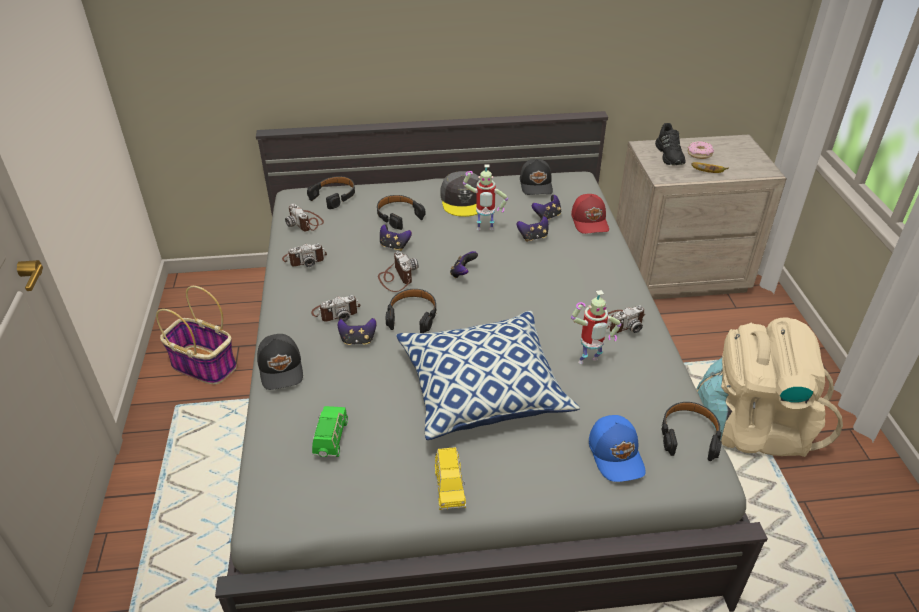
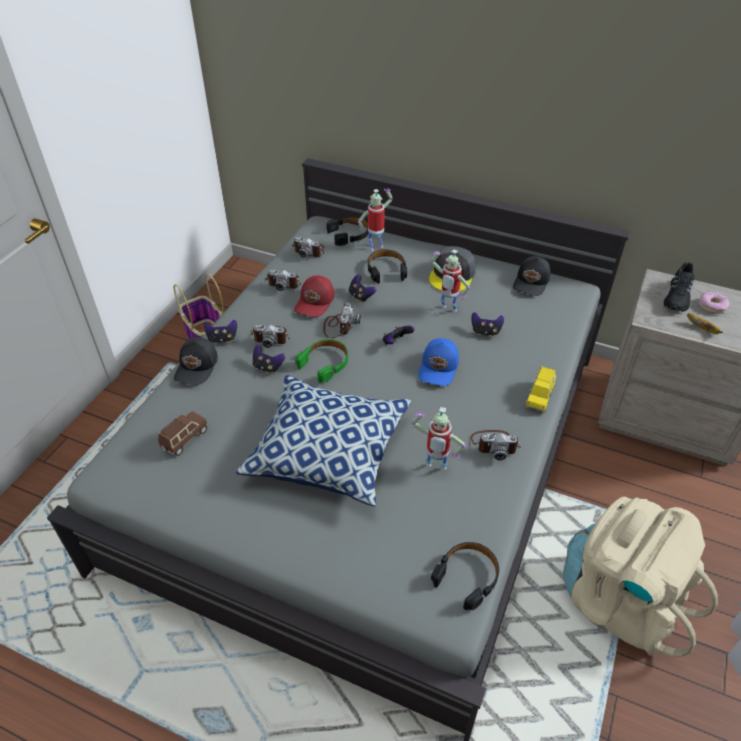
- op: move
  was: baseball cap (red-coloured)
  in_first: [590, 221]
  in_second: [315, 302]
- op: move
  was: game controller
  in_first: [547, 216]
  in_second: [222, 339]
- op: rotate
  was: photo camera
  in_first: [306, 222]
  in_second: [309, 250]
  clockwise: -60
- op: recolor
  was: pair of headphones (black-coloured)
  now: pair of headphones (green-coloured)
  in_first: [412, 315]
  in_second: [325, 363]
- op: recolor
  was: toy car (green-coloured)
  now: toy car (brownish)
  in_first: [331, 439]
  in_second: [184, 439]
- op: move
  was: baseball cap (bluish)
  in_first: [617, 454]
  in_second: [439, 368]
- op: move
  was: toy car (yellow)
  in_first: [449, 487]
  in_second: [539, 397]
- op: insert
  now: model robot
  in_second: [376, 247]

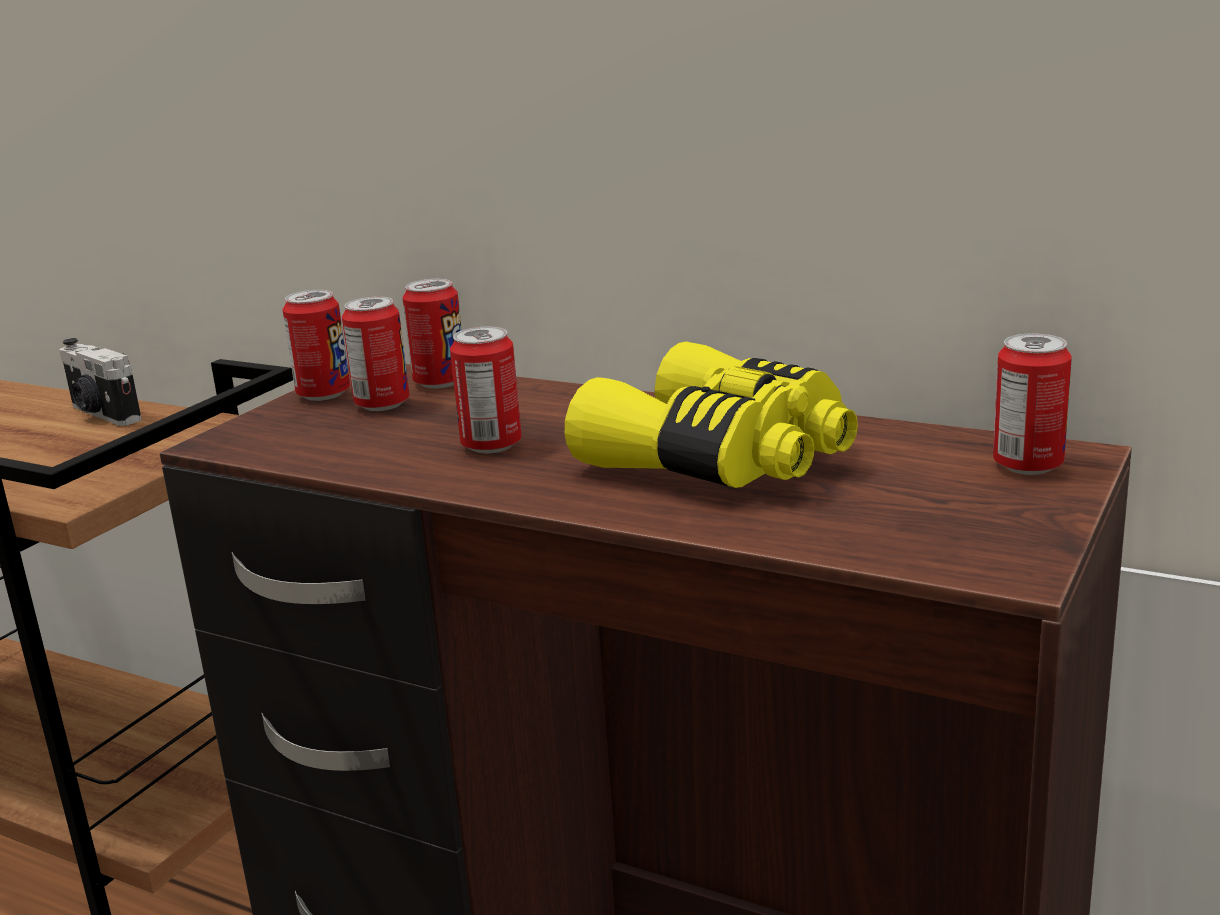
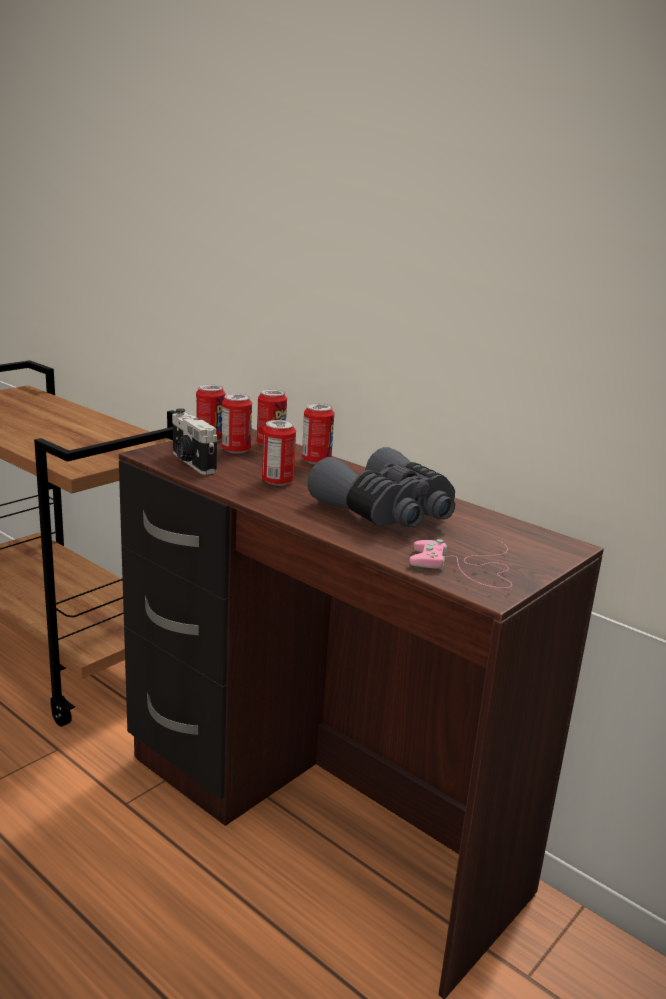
- op: move
  was: sealed can
  in_first: [1028, 465]
  in_second: [316, 461]
- op: move
  was: photo camera
  in_first: [103, 414]
  in_second: [191, 463]
- op: recolor
  was: binoculars (yellow)
  now: binoculars (greyish)
  in_first: [724, 461]
  in_second: [387, 512]
- op: insert
  now: game controller (pink)
  in_second: [467, 568]

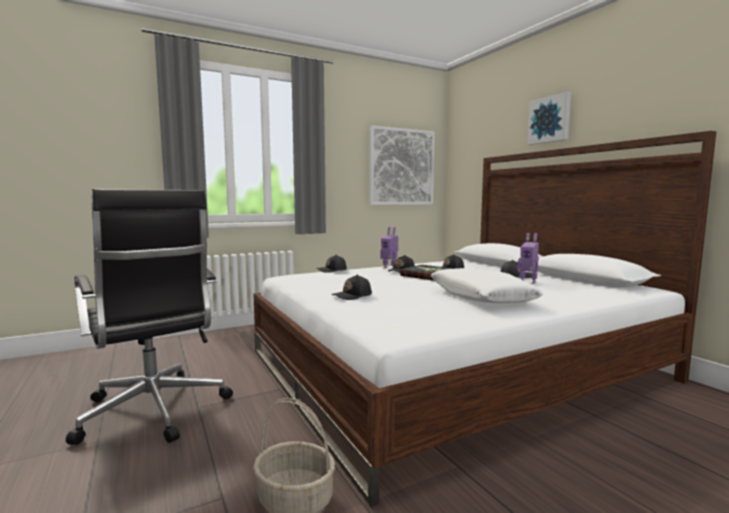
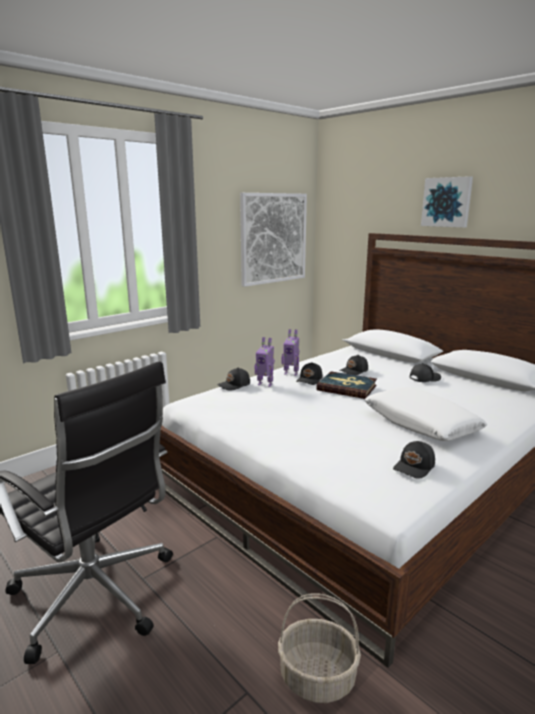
- op: move
  was: model robot
  in_first: [528, 282]
  in_second: [265, 384]
- op: move
  was: baseball cap (black-coloured)
  in_first: [352, 296]
  in_second: [415, 467]

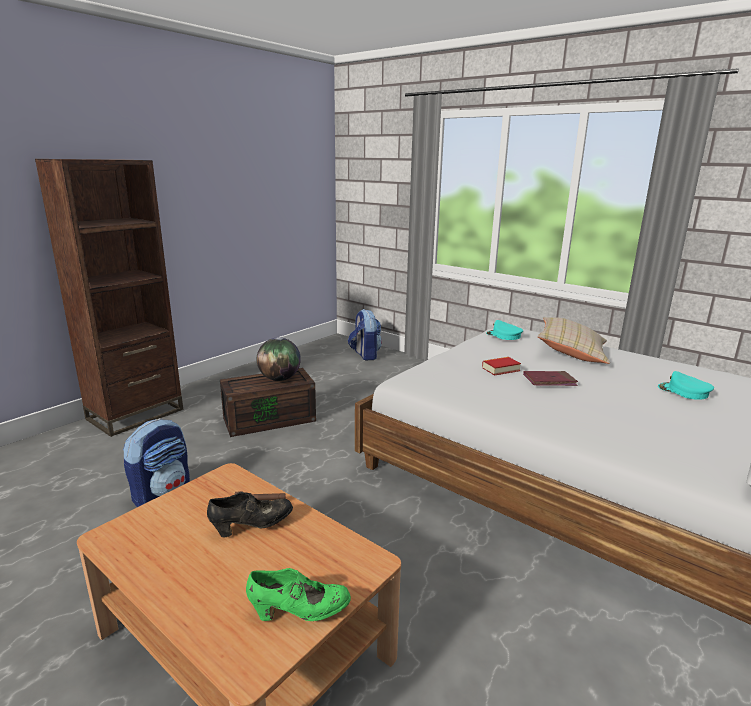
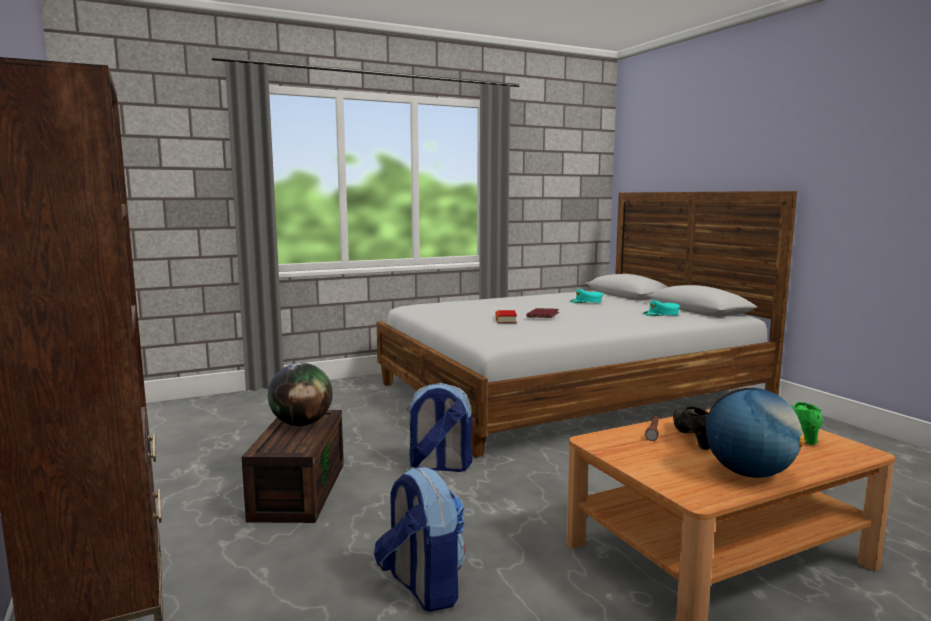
- op: move
  was: rucksack
  in_first: [365, 355]
  in_second: [439, 466]
- op: delete
  was: throw pillow (sand-coloured)
  in_first: [571, 353]
- op: move
  was: baseball cap (turquoise-coloured)
  in_first: [503, 335]
  in_second: [661, 314]
- op: insert
  now: world globe
  in_second: [749, 473]

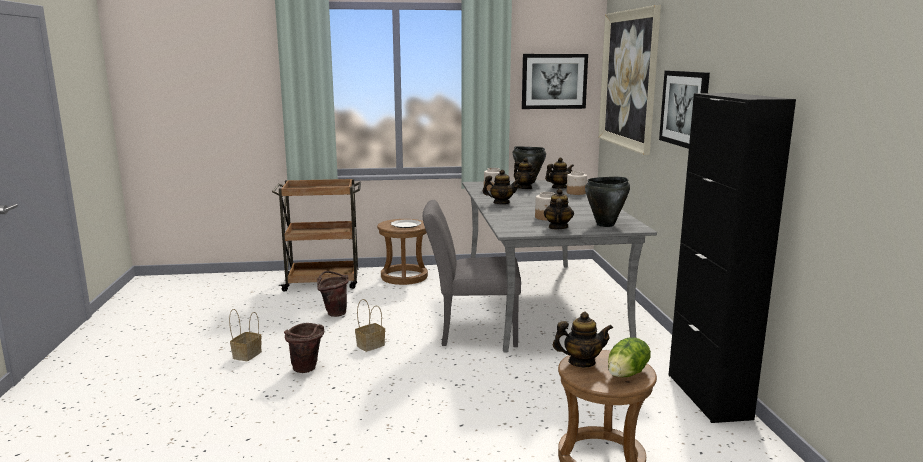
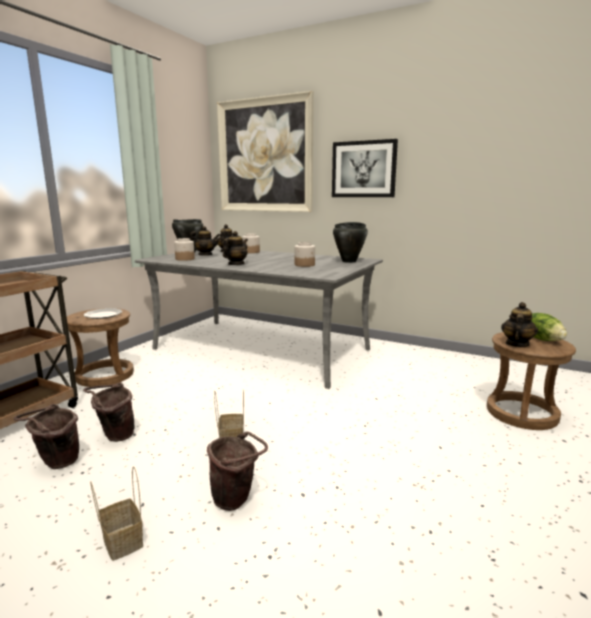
- op: delete
  was: wall picture
  in_first: [554, 81]
- op: delete
  was: cabinet (black-coloured)
  in_first: [708, 396]
- op: delete
  was: pot for tea
  in_first: [557, 227]
- op: delete
  was: upright chair (greyish)
  in_first: [471, 333]
- op: insert
  now: water bucket (brownish)
  in_second: [56, 464]

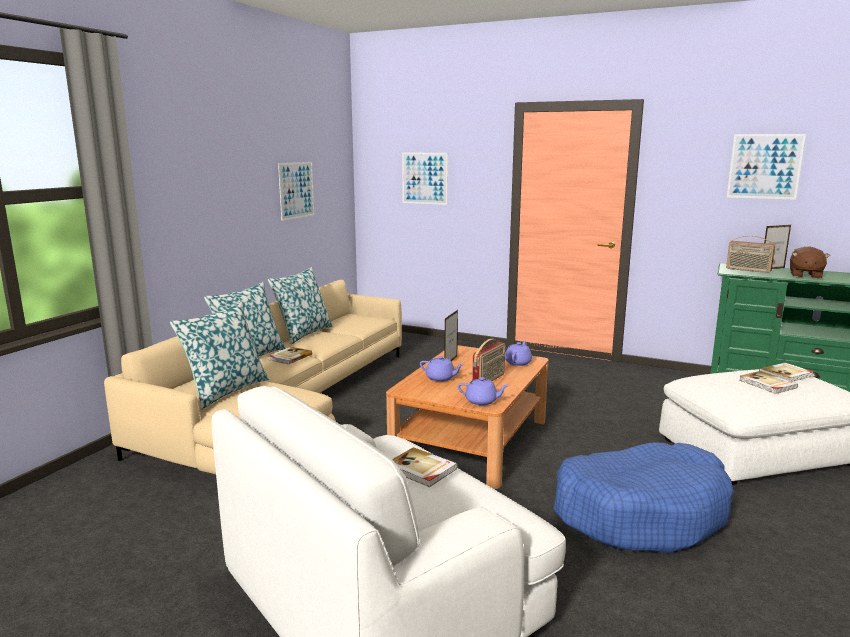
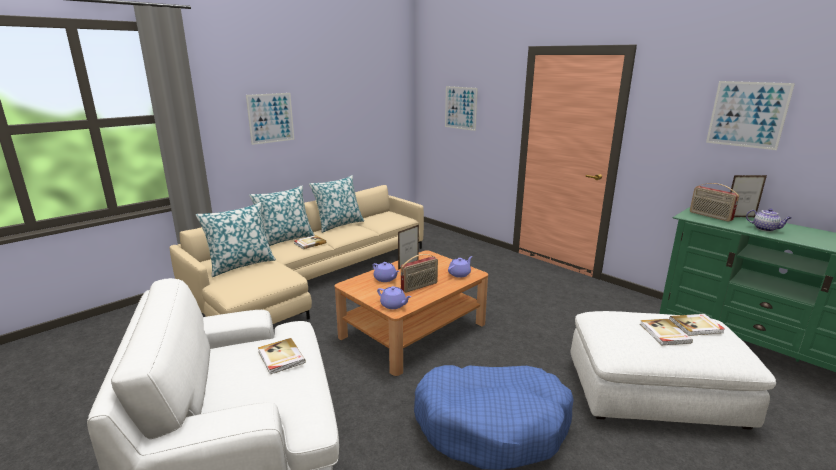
- op: move
  was: wall picture
  in_first: [296, 190]
  in_second: [271, 118]
- op: replace
  was: cuddly toy (brownish)
  now: pot for tea
  in_first: [805, 275]
  in_second: [765, 229]

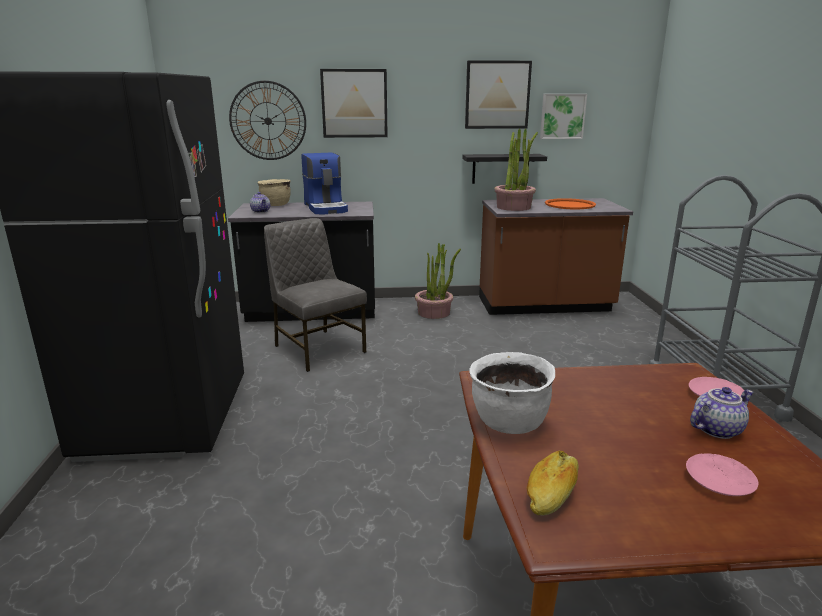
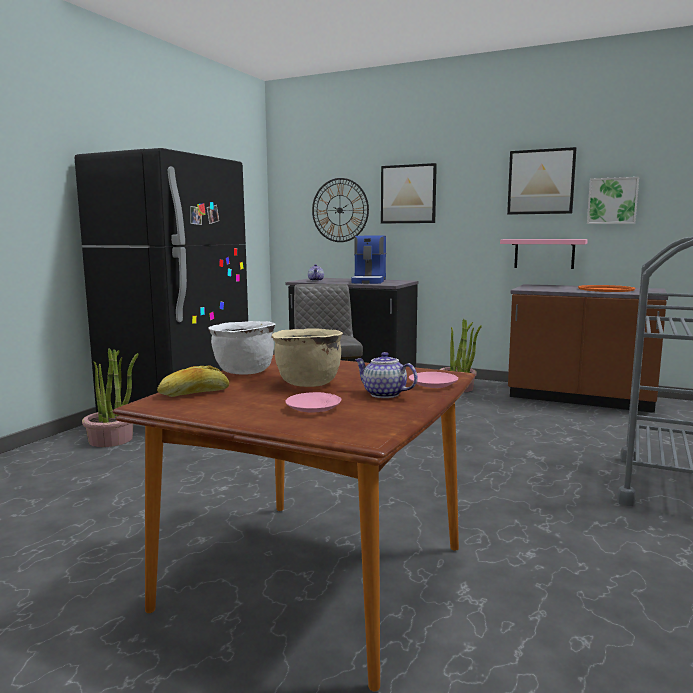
- op: move
  was: plant in a pot
  in_first: [514, 207]
  in_second: [111, 439]
- op: recolor
  was: bracket shelf (black-coloured)
  now: bracket shelf (pink)
  in_first: [500, 168]
  in_second: [544, 253]
- op: move
  was: stockpot (sand-coloured)
  in_first: [275, 205]
  in_second: [307, 383]
- op: rotate
  was: pot for tea
  in_first: [716, 429]
  in_second: [383, 394]
  clockwise: -150

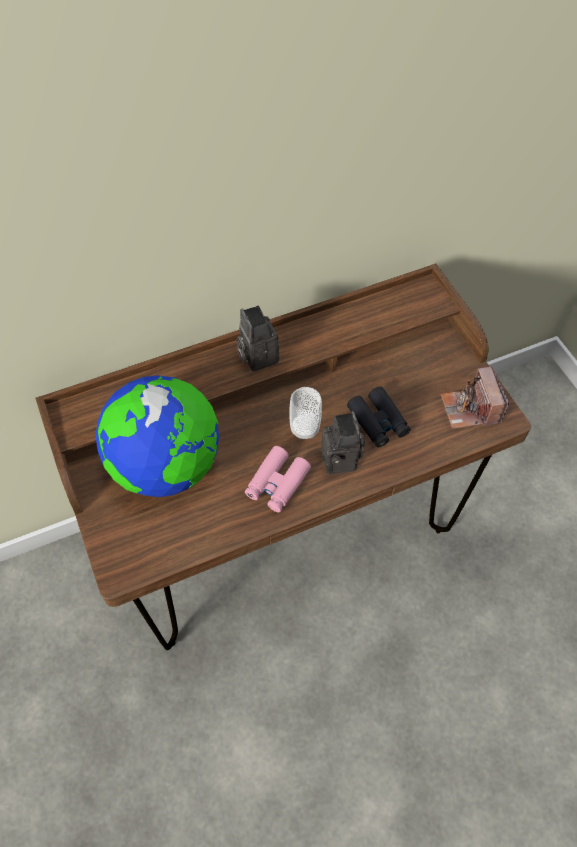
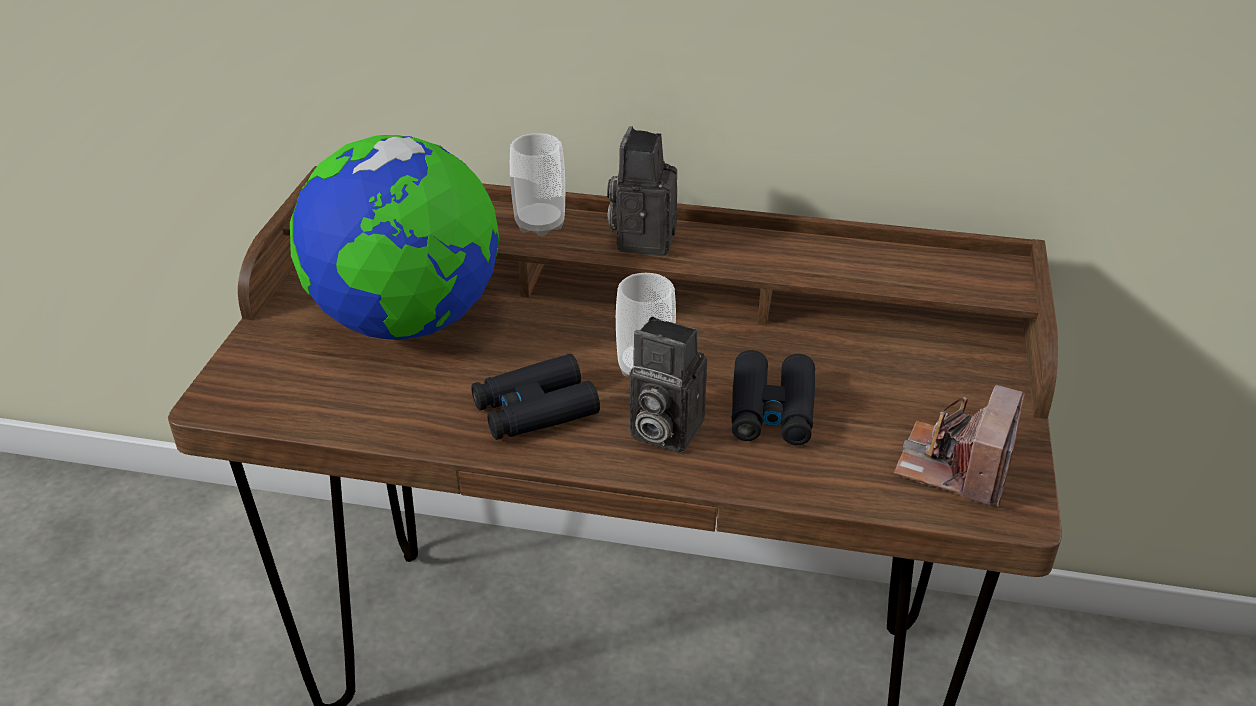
- op: rotate
  was: photo camera
  in_first: [341, 461]
  in_second: [661, 430]
  clockwise: 90
- op: recolor
  was: binoculars (pink)
  now: binoculars (black-coloured)
  in_first: [277, 483]
  in_second: [534, 410]
- op: insert
  now: small cup
  in_second: [540, 224]

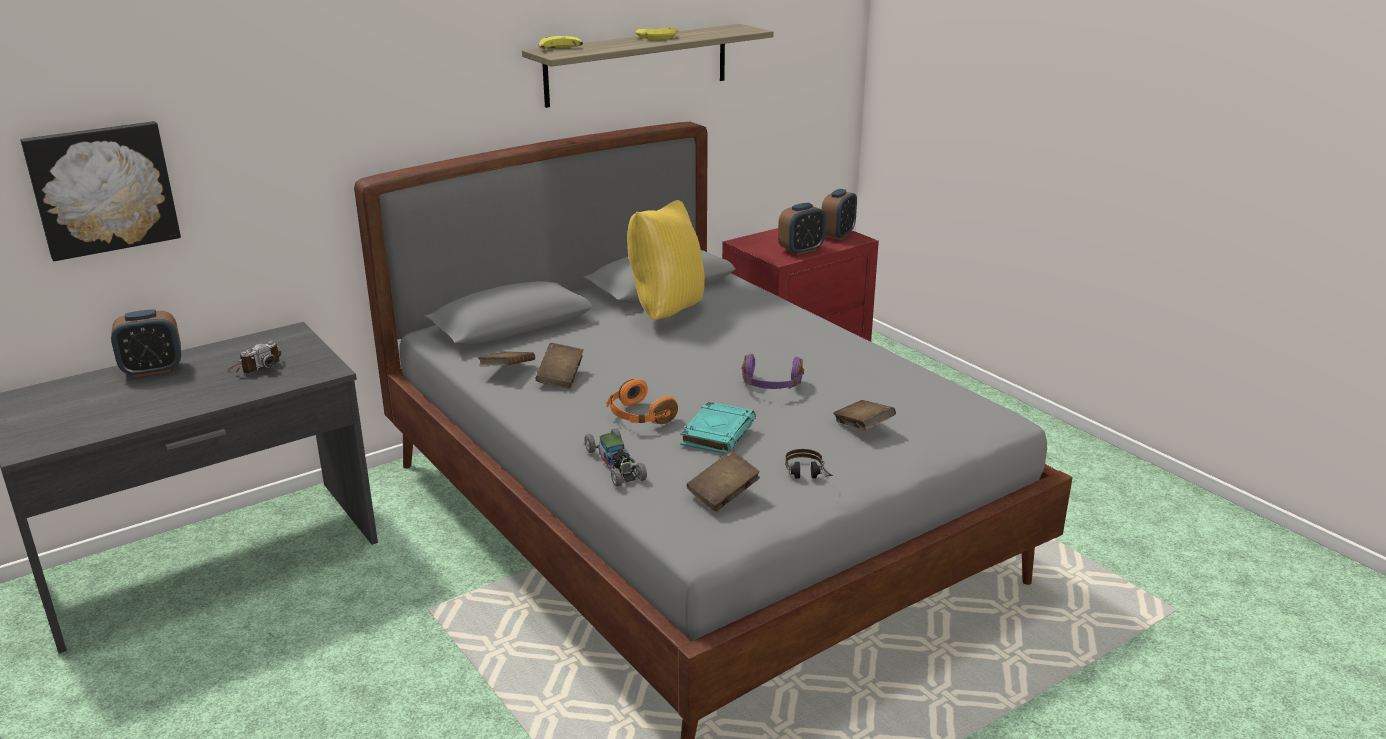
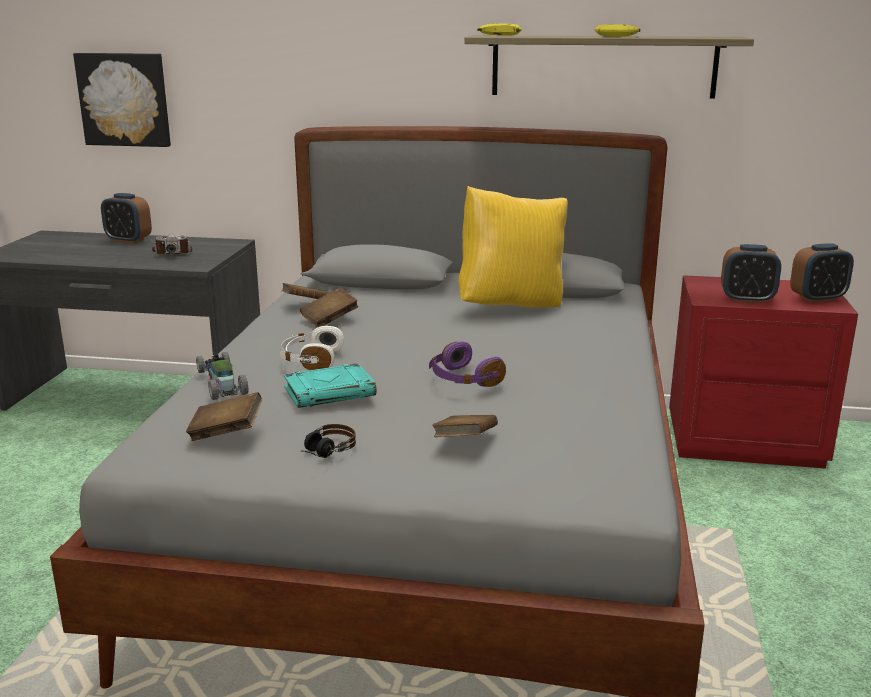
- op: recolor
  was: pair of headphones (orangey)
  now: pair of headphones (whitish)
  in_first: [639, 416]
  in_second: [311, 360]
- op: rotate
  was: toy car
  in_first: [615, 464]
  in_second: [221, 383]
  clockwise: 135

